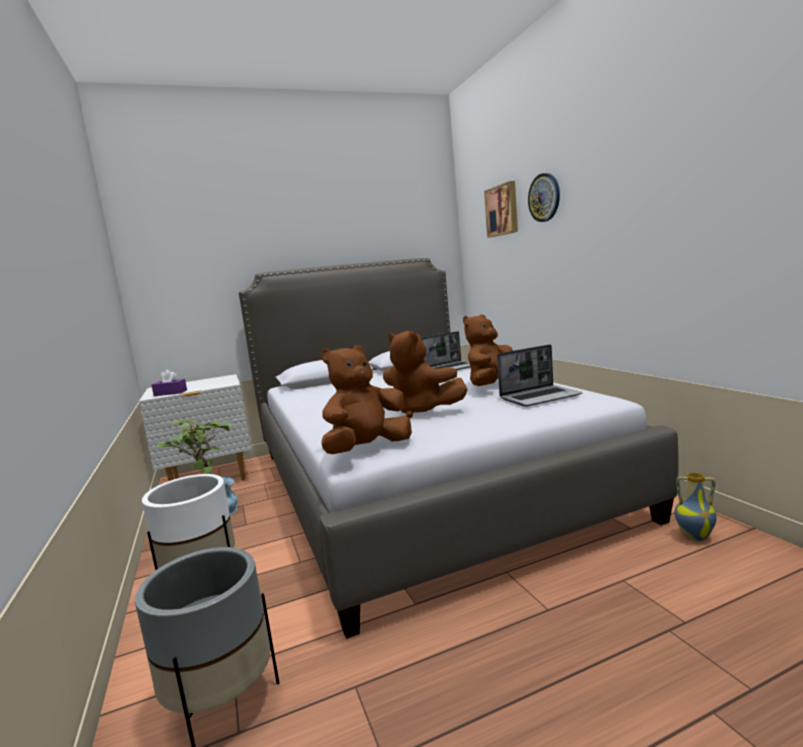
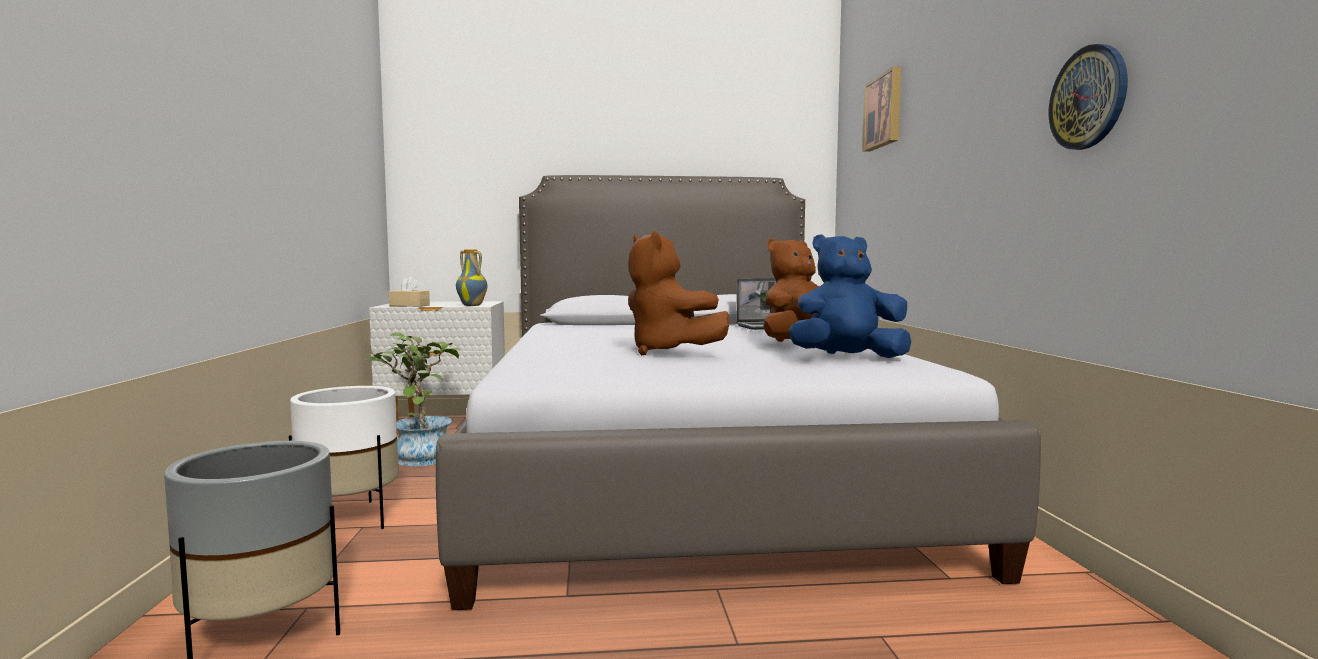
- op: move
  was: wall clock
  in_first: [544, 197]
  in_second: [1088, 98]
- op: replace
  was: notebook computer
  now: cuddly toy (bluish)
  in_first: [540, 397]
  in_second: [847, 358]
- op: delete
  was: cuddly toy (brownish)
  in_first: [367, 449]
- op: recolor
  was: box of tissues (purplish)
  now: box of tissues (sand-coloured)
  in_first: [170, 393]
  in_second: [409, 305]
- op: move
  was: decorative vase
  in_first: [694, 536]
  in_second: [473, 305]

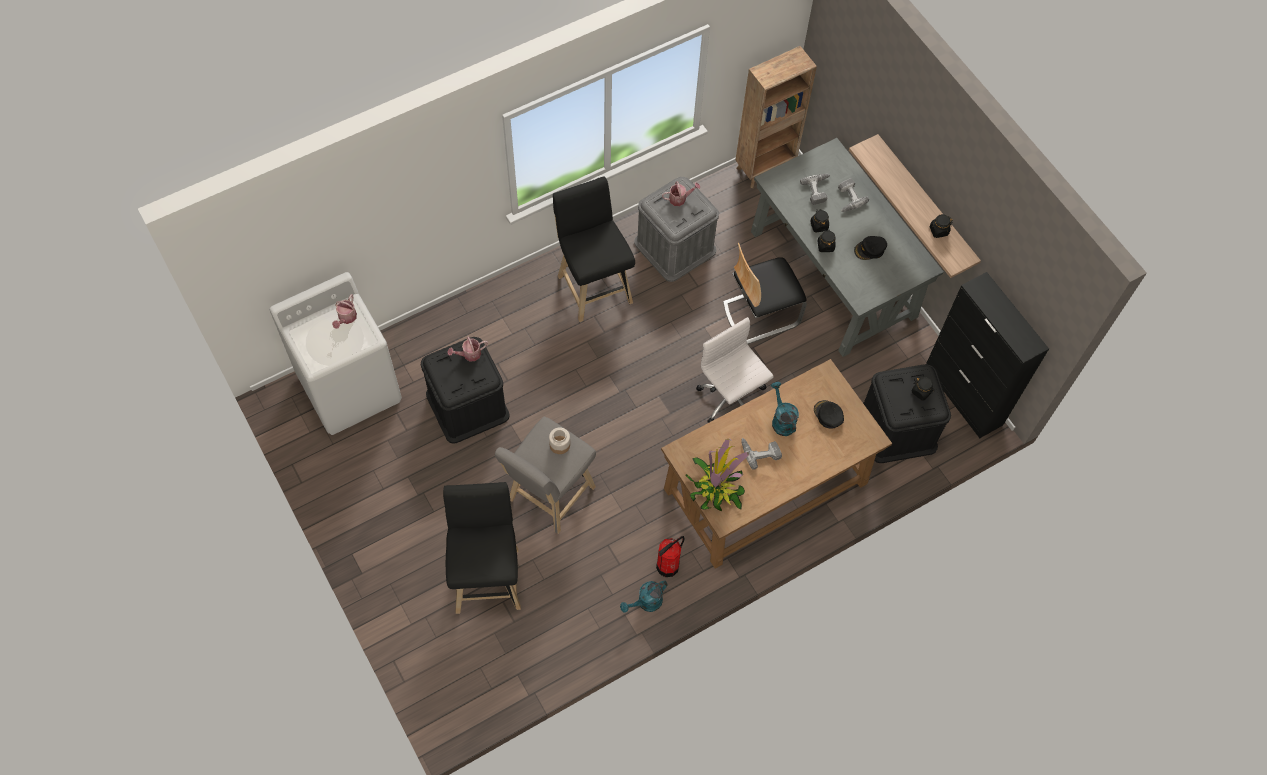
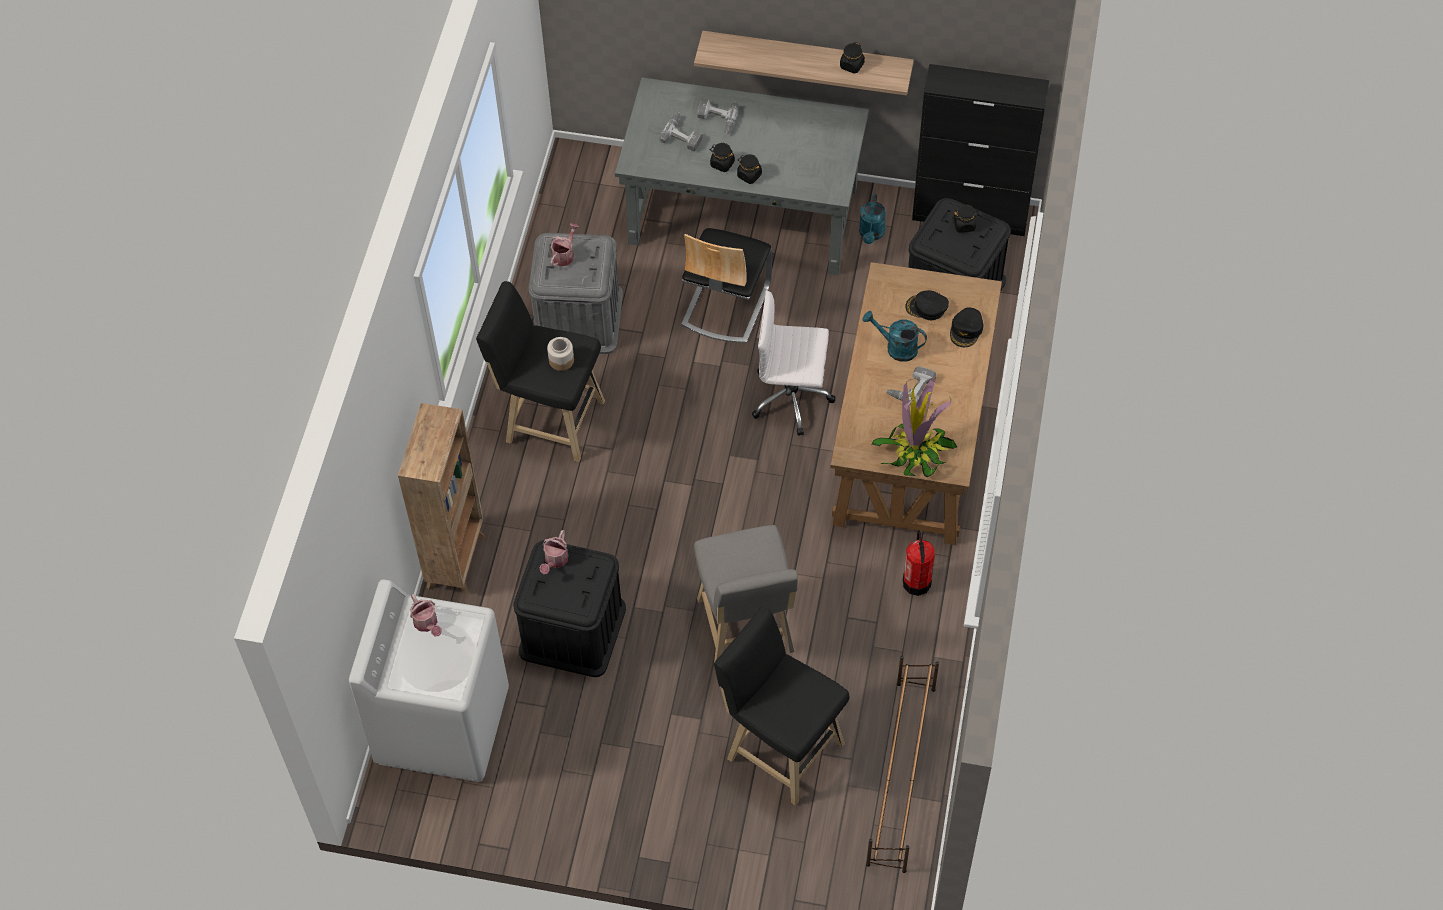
- op: move
  was: bookcase (brownish)
  in_first: [765, 168]
  in_second: [457, 560]
- op: move
  was: baseball cap (black-coloured)
  in_first: [870, 250]
  in_second: [966, 330]
- op: move
  was: preserve jar
  in_first: [560, 444]
  in_second: [561, 360]
- op: move
  was: watering can (turquoise-coloured)
  in_first: [646, 603]
  in_second: [871, 234]
- op: insert
  now: shoe rack (brownish)
  in_second: [900, 776]

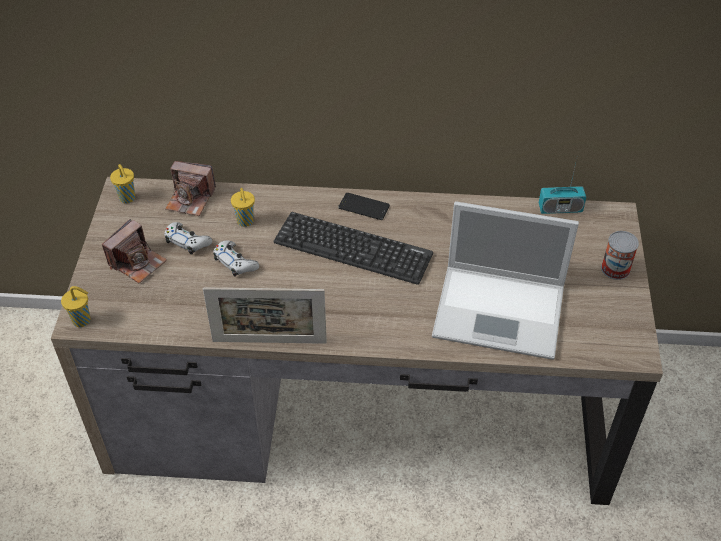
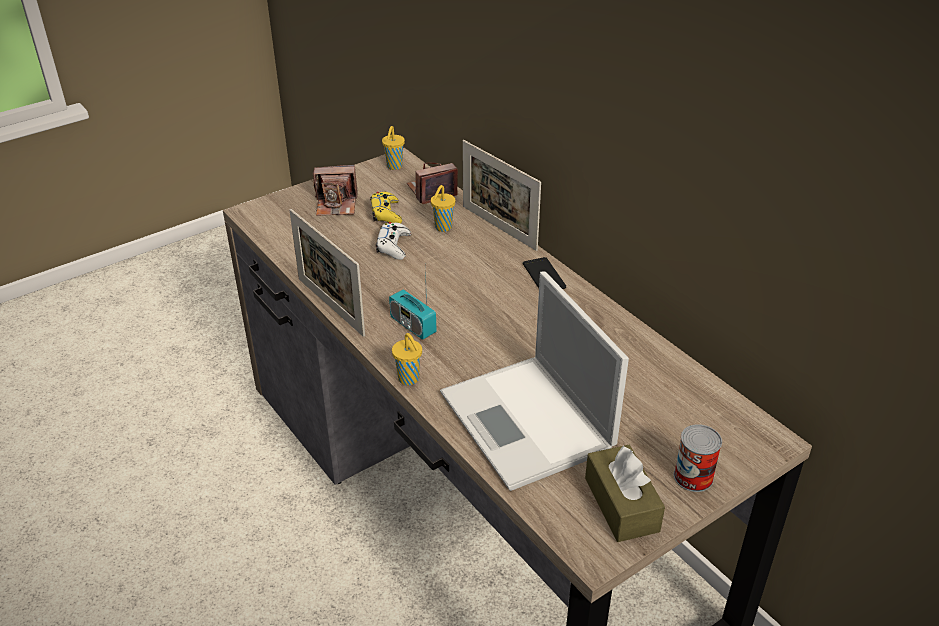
- op: move
  was: radio set
  in_first: [560, 208]
  in_second: [413, 325]
- op: rotate
  was: photo camera
  in_first: [190, 199]
  in_second: [431, 192]
  clockwise: 90
- op: delete
  was: PC keyboard
  in_first: [352, 248]
- op: recolor
  was: game controller (whitish)
  now: game controller (yellow)
  in_first: [187, 241]
  in_second: [386, 214]
- op: move
  was: small cup (yellow)
  in_first: [83, 320]
  in_second: [409, 379]
- op: insert
  now: standing frame
  in_second: [499, 228]
- op: insert
  now: box of tissues (brownish)
  in_second: [621, 504]

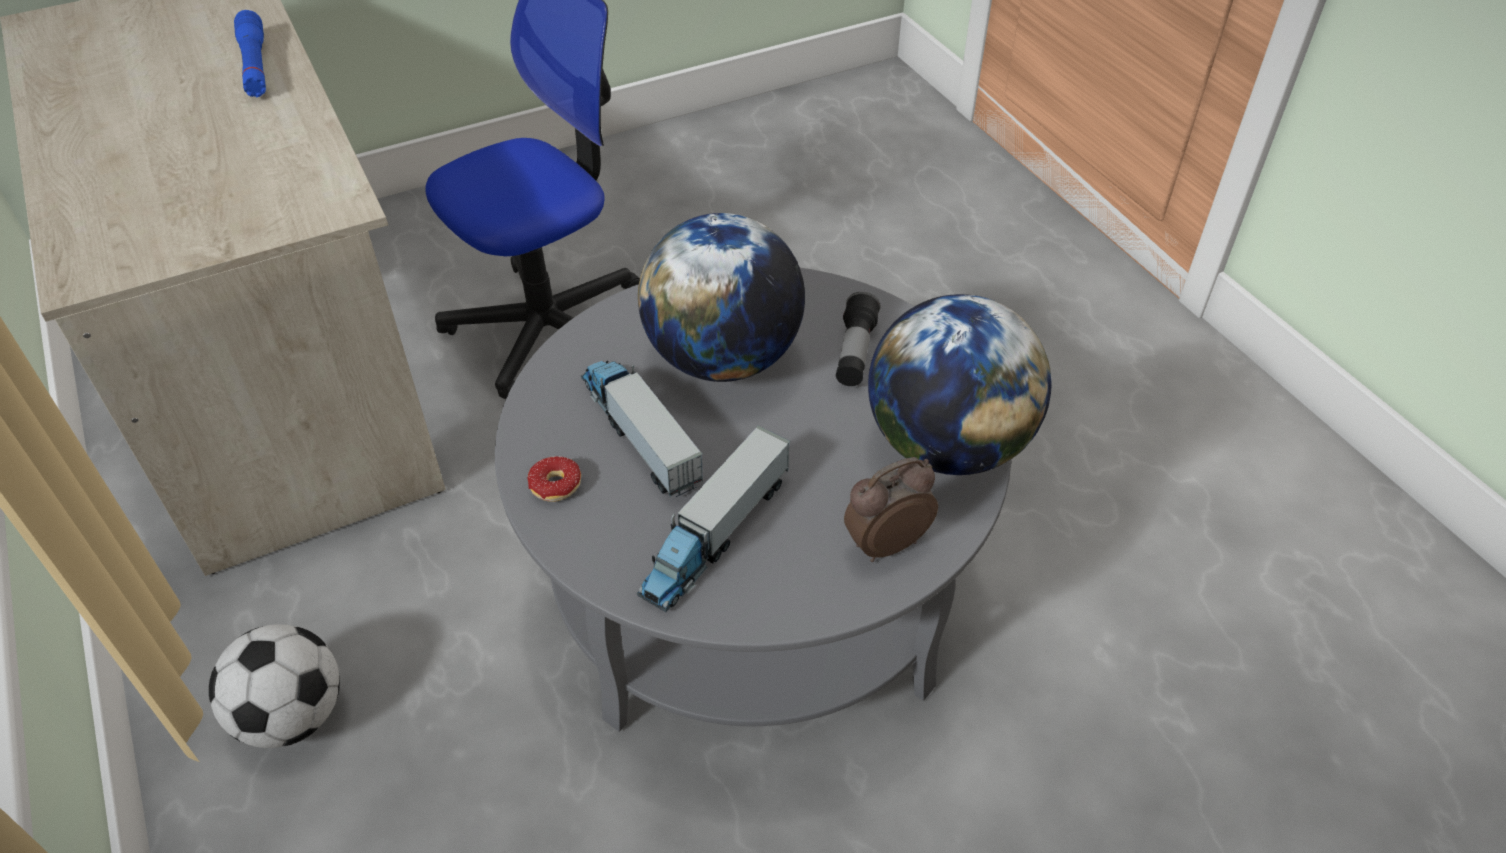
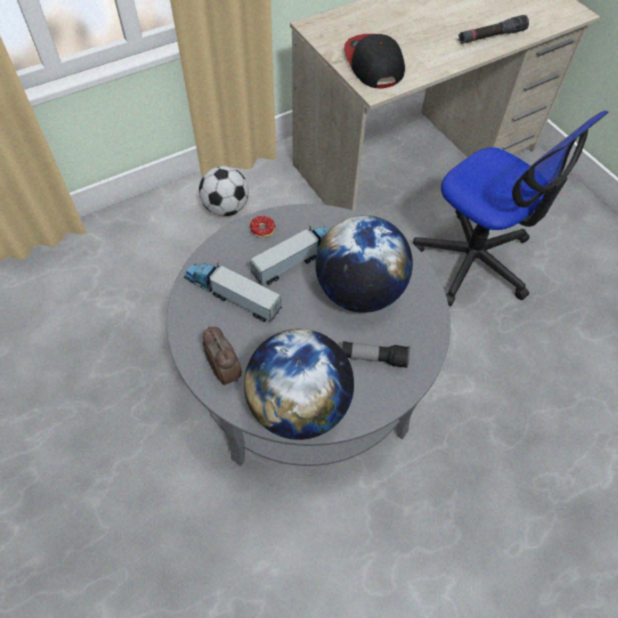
- op: recolor
  was: flashlight (bluish)
  now: flashlight (black-coloured)
  in_first: [255, 66]
  in_second: [491, 36]
- op: insert
  now: baseball cap
  in_second: [373, 63]

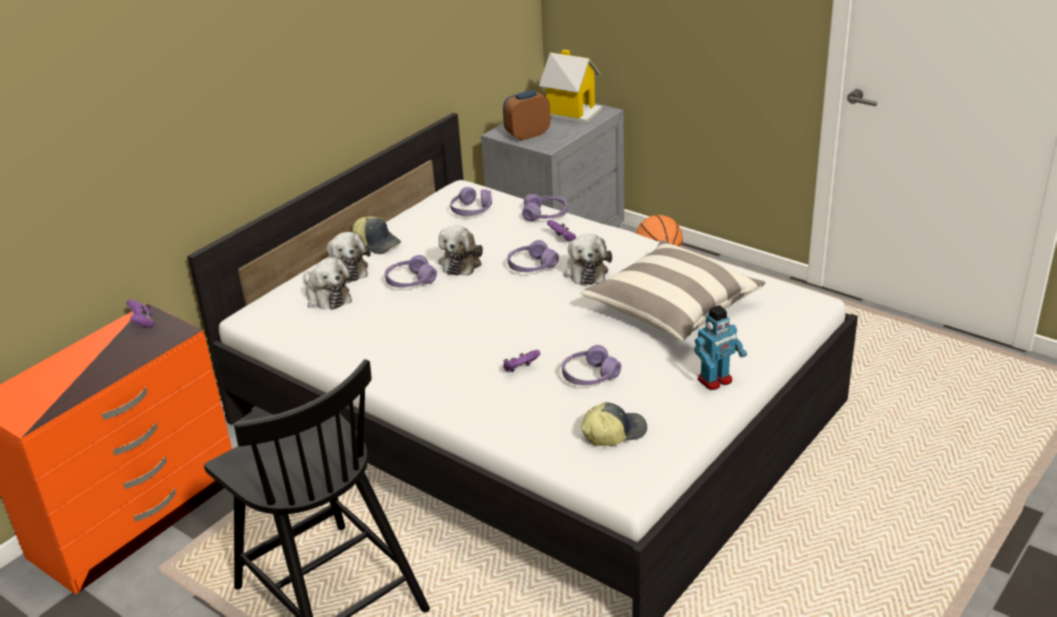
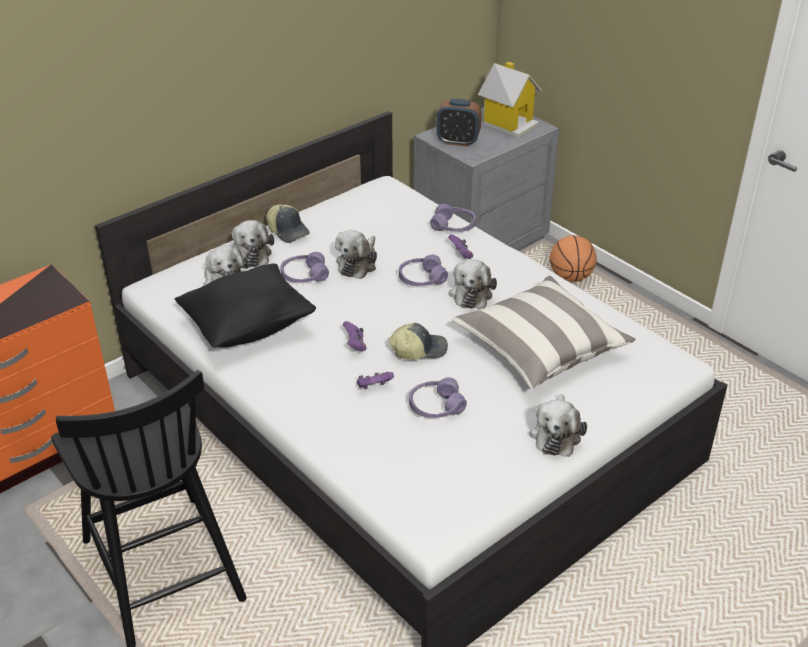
- op: rotate
  was: alarm clock
  in_first: [527, 135]
  in_second: [458, 141]
  clockwise: -150
- op: delete
  was: pair of headphones (purplish)
  in_first: [471, 210]
- op: move
  was: game controller (purplish)
  in_first: [143, 323]
  in_second: [355, 345]
- op: replace
  was: model robot
  now: cuddly toy
  in_first: [715, 380]
  in_second: [555, 434]
- op: move
  was: baseball cap
  in_first: [613, 432]
  in_second: [418, 349]
- op: insert
  now: throw pillow (black-coloured)
  in_second: [249, 327]

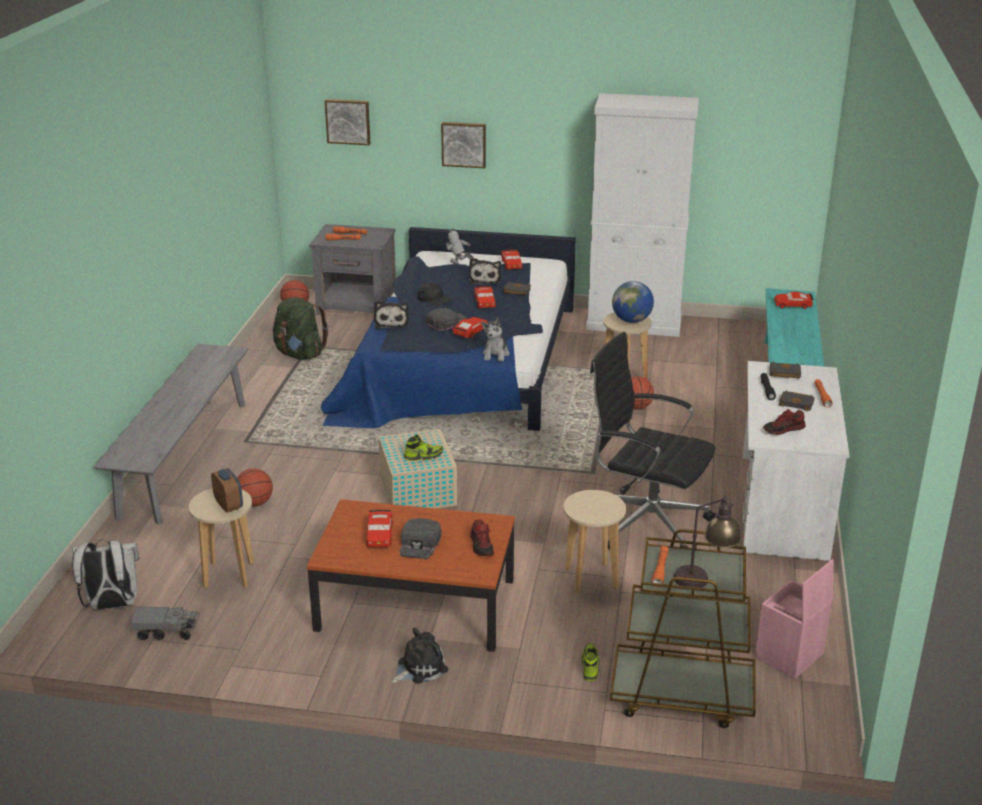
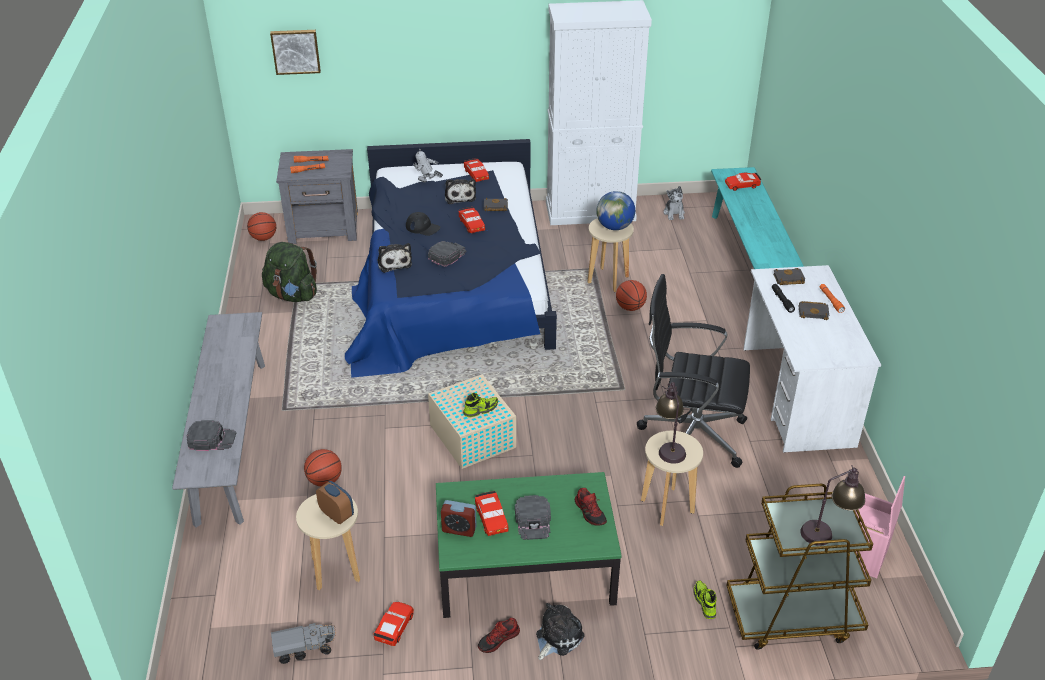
- op: delete
  was: wall picture
  in_first: [464, 144]
- op: move
  was: toy car (red-coloured)
  in_first: [470, 332]
  in_second: [394, 627]
- op: move
  was: cuddly toy
  in_first: [496, 354]
  in_second: [674, 213]
- op: move
  was: low shoe
  in_first: [784, 429]
  in_second: [498, 640]
- op: recolor
  was: lounge table (brownish)
  now: lounge table (green-coloured)
  in_first: [416, 604]
  in_second: [525, 567]
- op: delete
  was: rucksack (whitish)
  in_first: [111, 605]
- op: delete
  was: flashlight (orangey)
  in_first: [660, 570]
- op: insert
  now: table lamp
  in_second: [669, 446]
- op: insert
  now: baseball cap (black-coloured)
  in_second: [212, 439]
- op: insert
  now: alarm clock
  in_second: [459, 529]

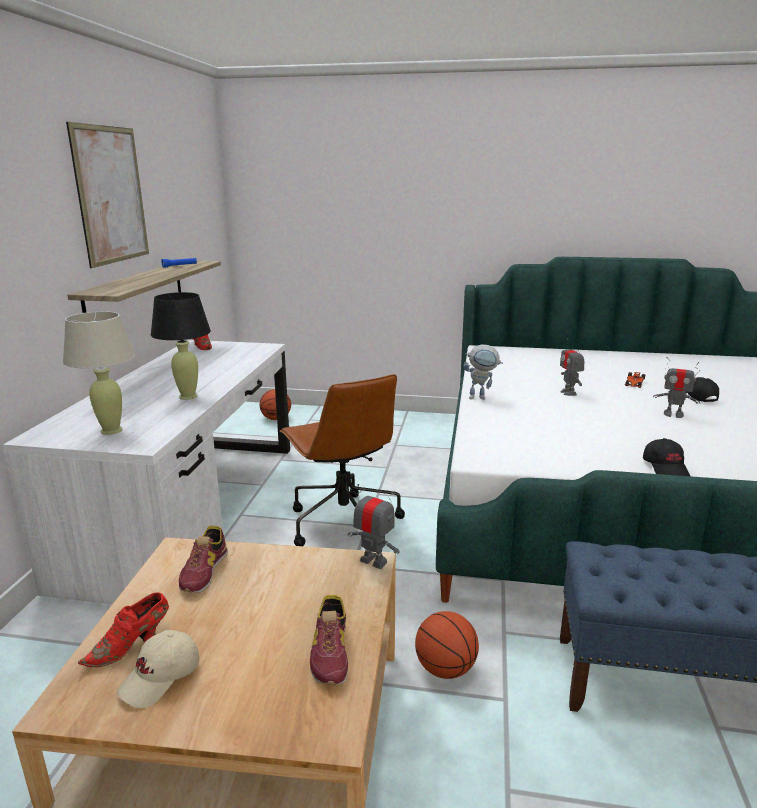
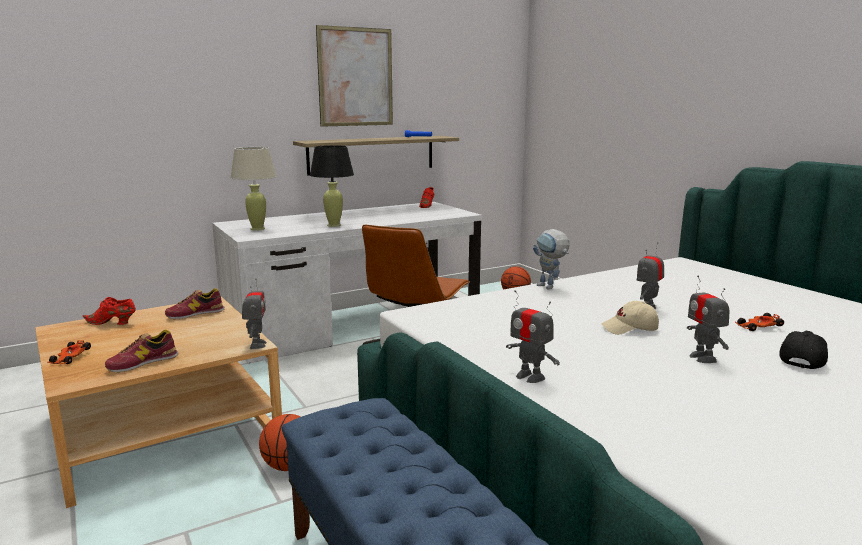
- op: replace
  was: baseball cap (black-coloured)
  now: model robot
  in_first: [666, 468]
  in_second: [530, 377]
- op: move
  was: baseball cap (sand-coloured)
  in_first: [161, 678]
  in_second: [629, 329]
- op: insert
  now: toy car
  in_second: [69, 358]

